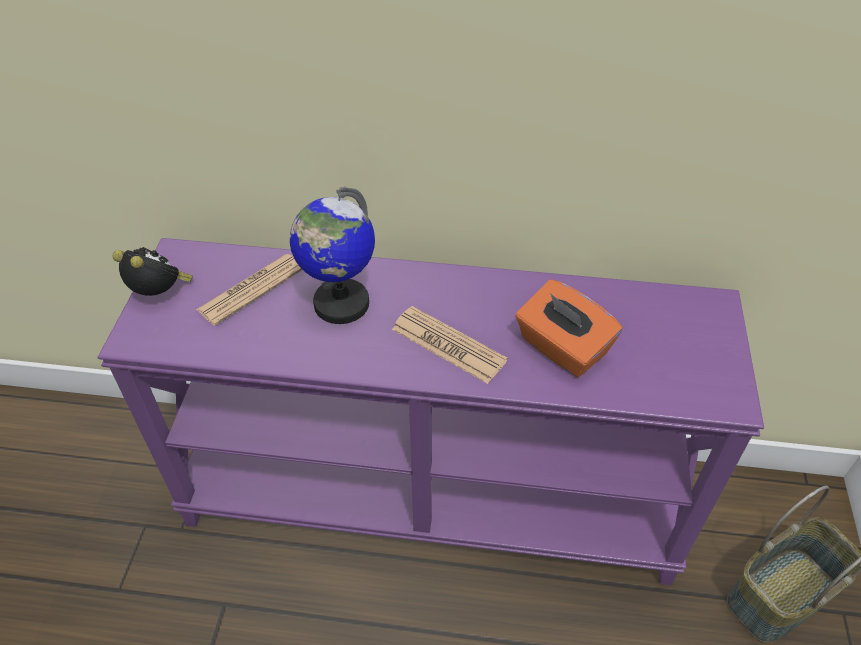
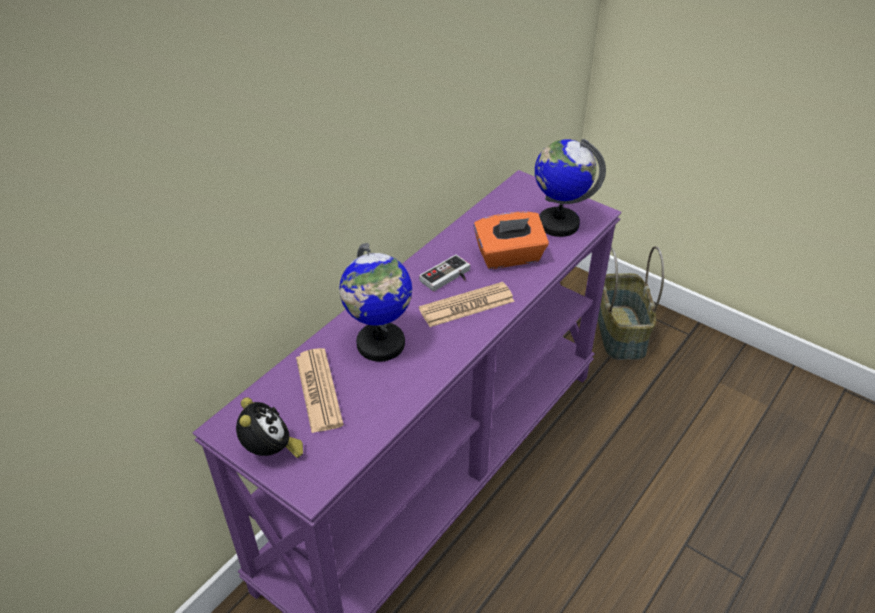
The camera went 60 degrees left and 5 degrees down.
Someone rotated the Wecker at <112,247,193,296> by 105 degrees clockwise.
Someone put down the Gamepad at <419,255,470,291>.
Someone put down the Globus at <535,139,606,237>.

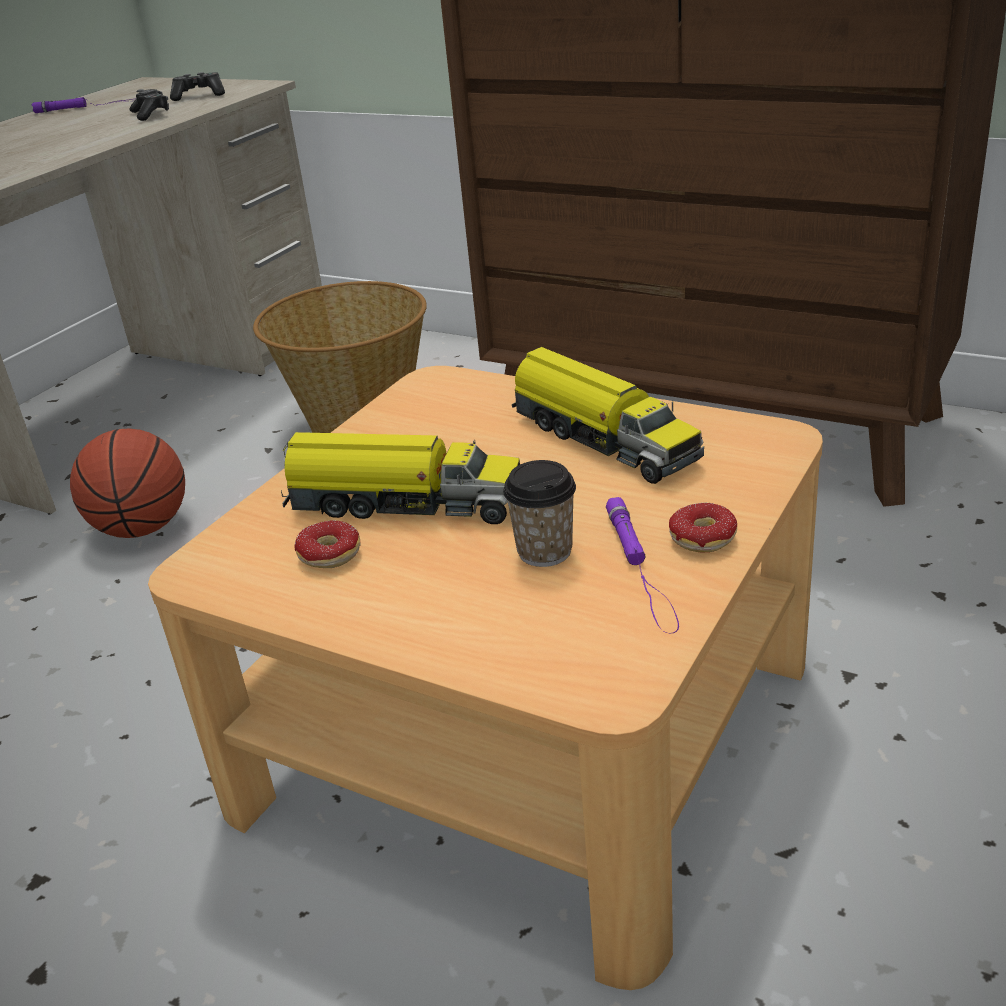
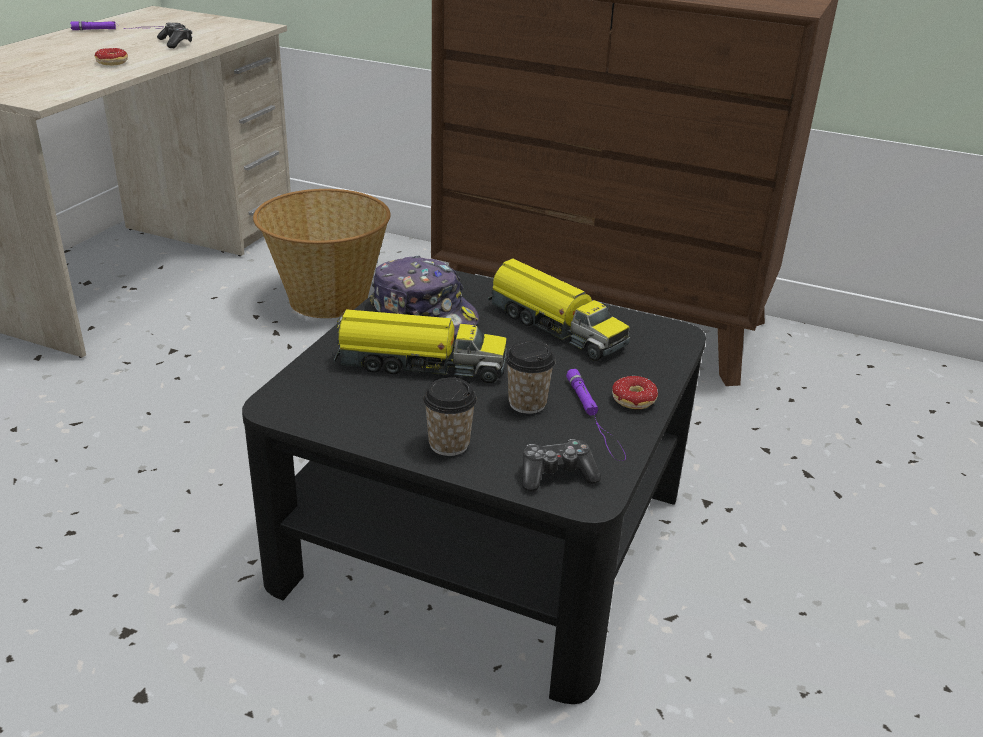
The camera went 10 degrees left and 0 degrees up.
Someone carried the Donut from <295,520,360,572> to <95,48,128,66>.
Someone repainted the Couchtisch (beige) at <148,366,823,990>, which became the Couchtisch (schwarz) at <242,270,706,704>.
Someone put down the Kappe at <369,256,479,336>.
Someone put down the Tasse at <423,377,477,456>.
Someone carried the Gamepad from <170,72,225,101> to <522,439,601,492>.
Someone took away the Basketball at <70,429,185,538>.

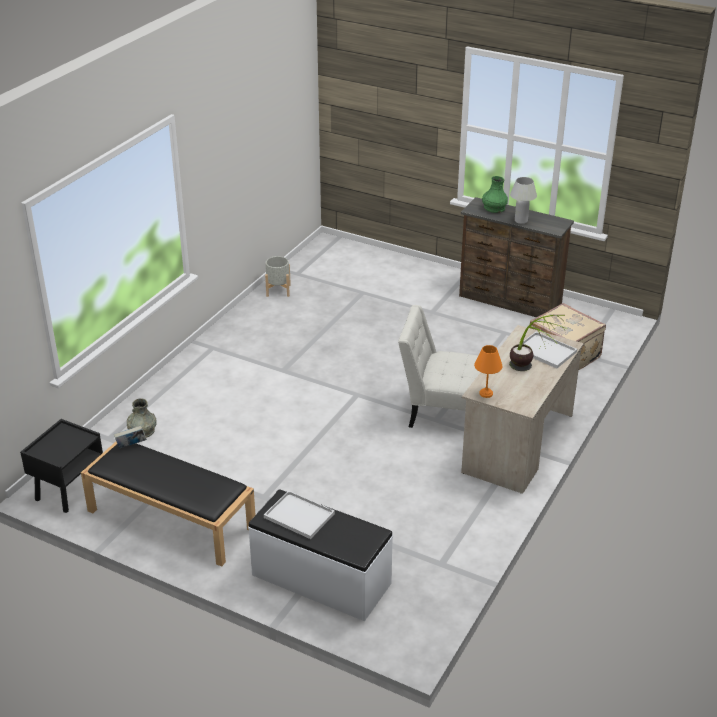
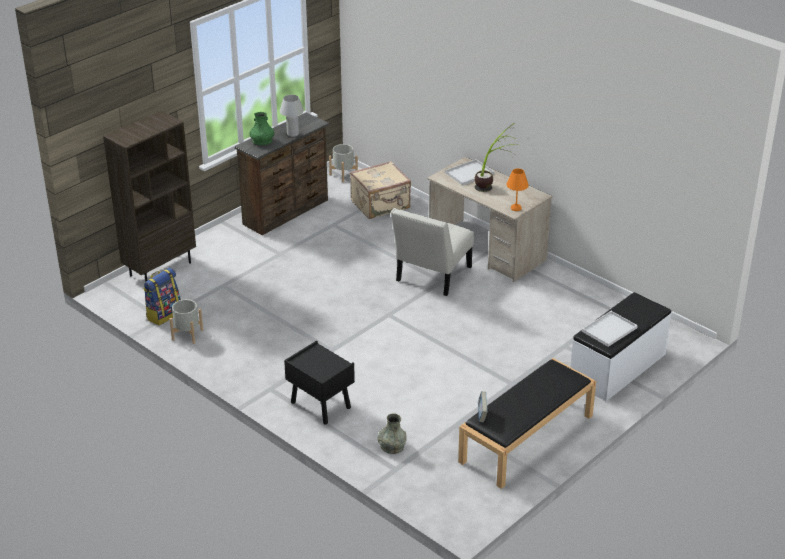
The camera went 75 degrees left and 0 degrees up.
Someone put down the Bücherregal (braun) at <103,111,196,282>.
Someone put down the Rucksack at <143,268,181,325>.
Someone carried the Nachttisch (schwarz) from <20,419,103,513> to <284,341,355,425>.
Someone put down the Pflanzkübel (grau) at <329,144,358,182>.

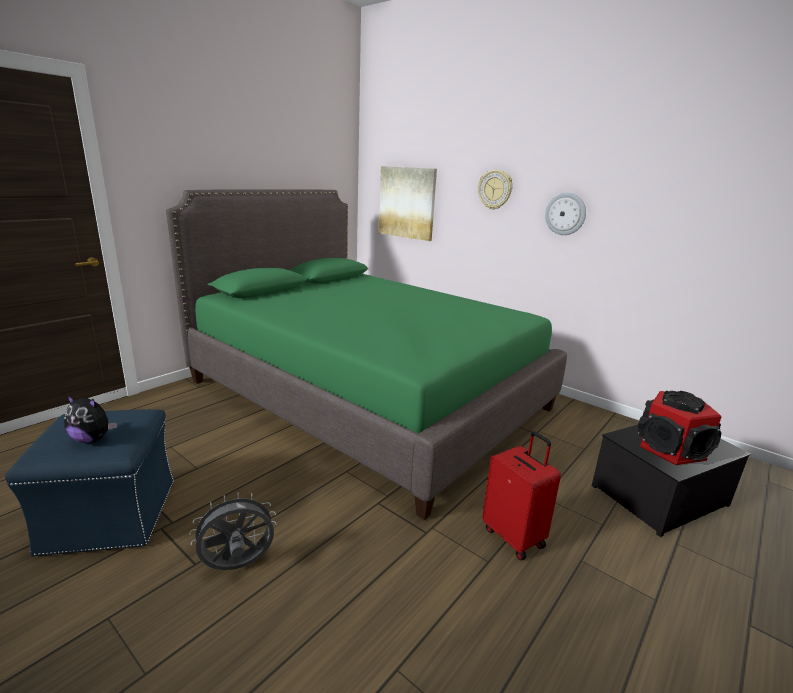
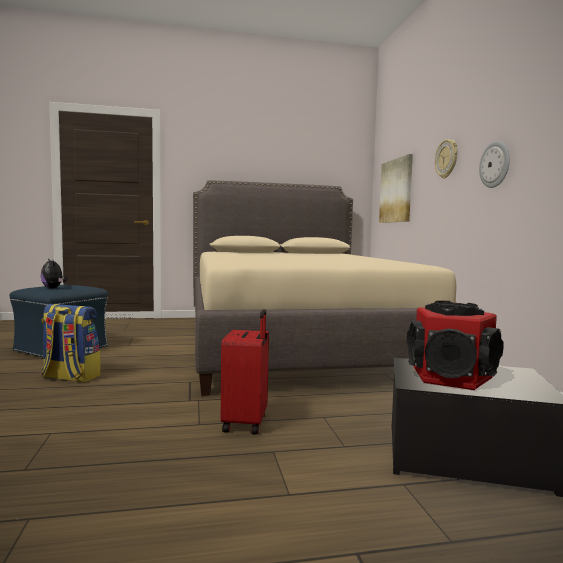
The camera went 40 degrees right and 15 degrees down.
Someone swapped the Ventilator (grau) at <189,492,276,570> for the Rucksack at <41,304,101,382>.
Someone repainted the Bett (grün) at <166,189,567,520>, which became the Bett (beige) at <193,180,456,396>.

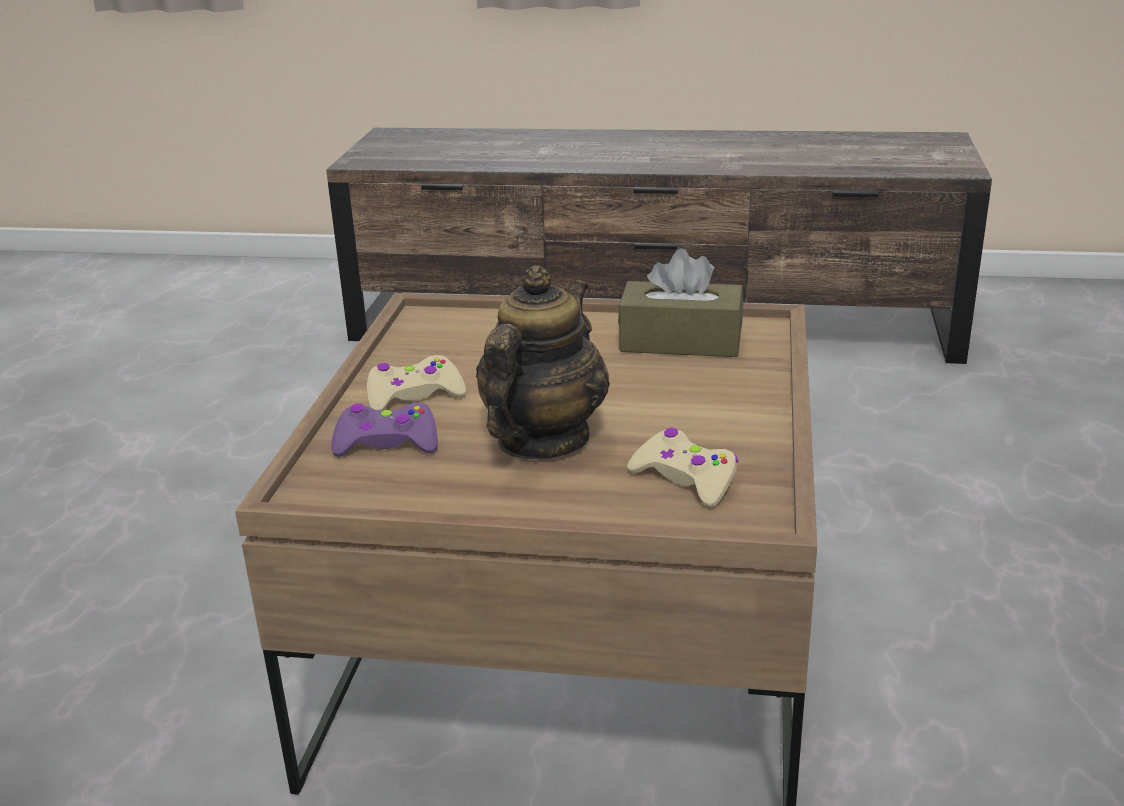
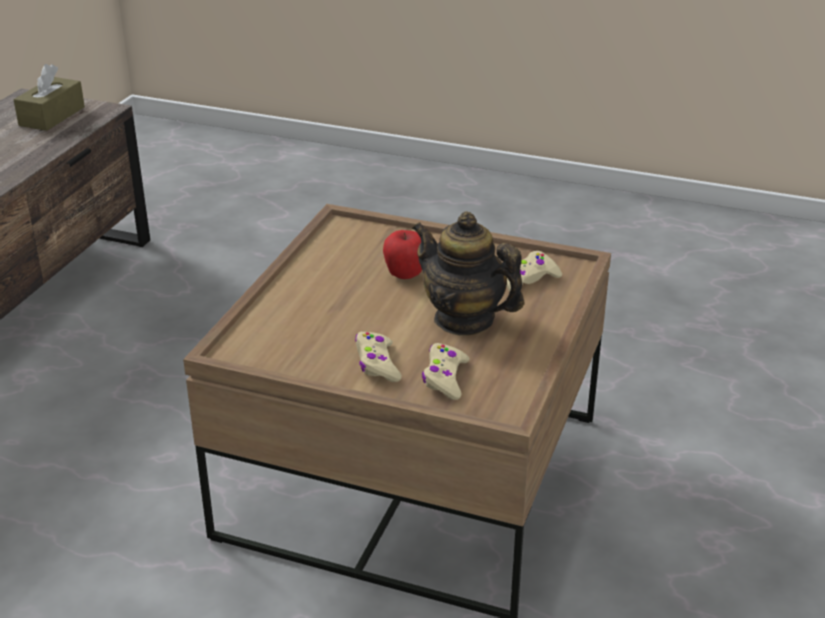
The camera went 80 degrees left and 5 degrees up.
Someone carried the Taschentuchbox (braun) from <618,248,743,357> to <13,64,85,131>.
Someone put down the Apfel at <383,230,422,279>.
Someone repainted the Gamepad (lila) at <331,403,438,457>, which became the Gamepad (beige) at <422,343,469,400>.

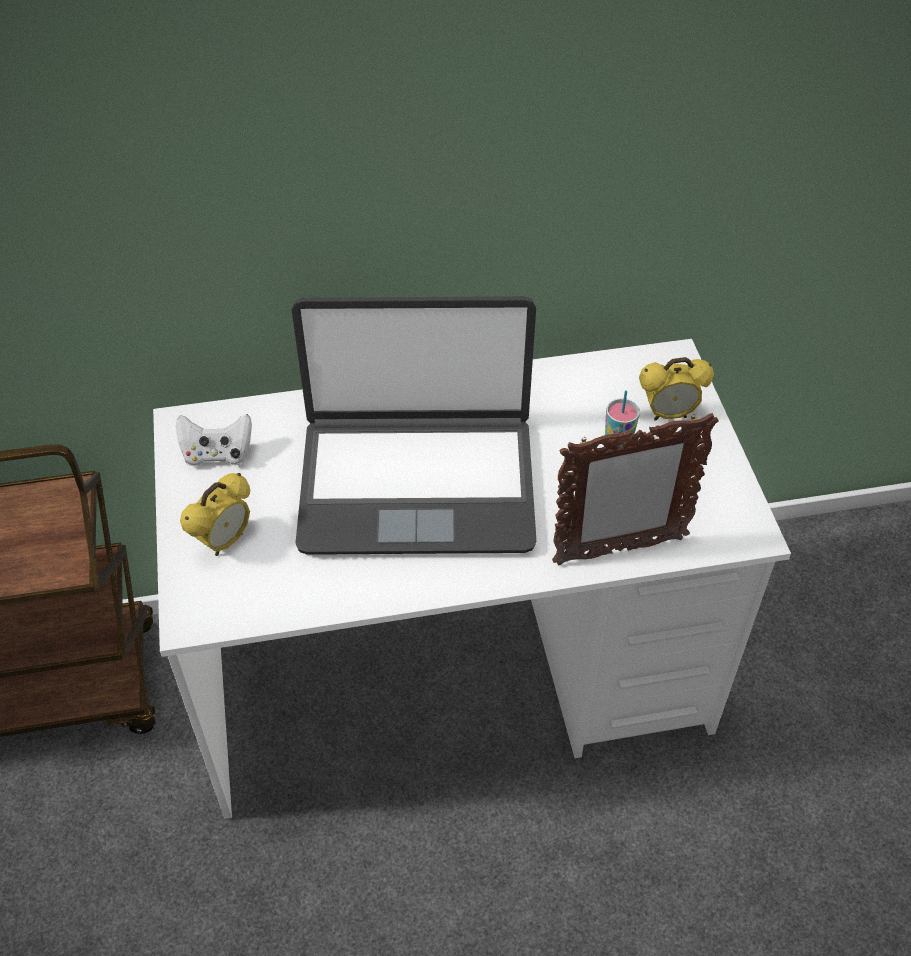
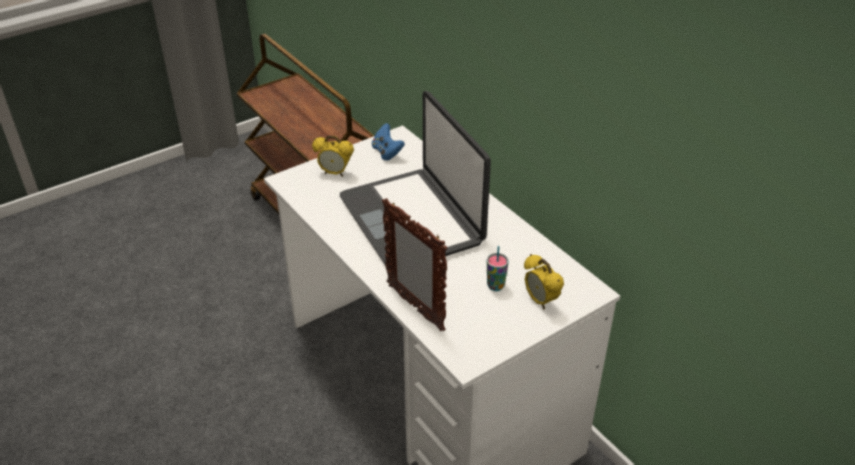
The camera went 65 degrees right and 10 degrees down.
Someone repainted the Gamepad (weiß) at <176,414,252,466>, which became the Gamepad (blau) at <372,123,405,161>.

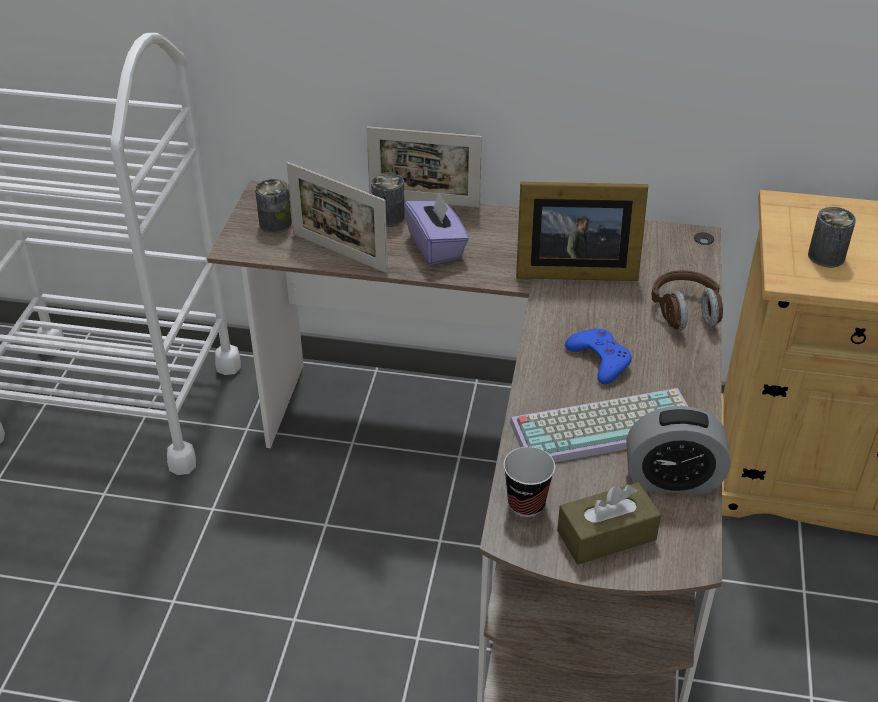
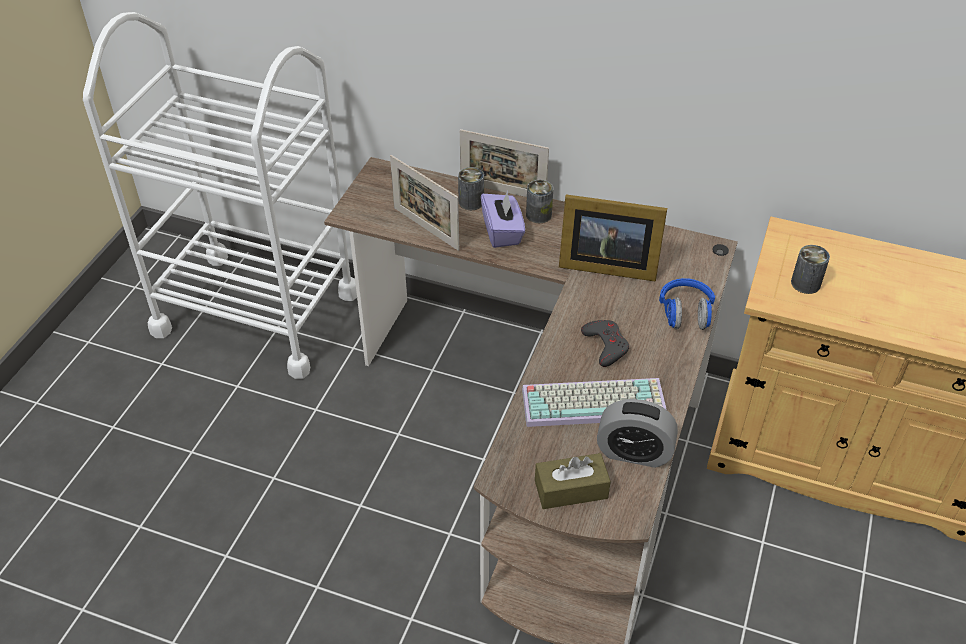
The camera went 10 degrees right and 5 degrees up.
Someone carried the Dose from <255,179,292,233> to <526,180,554,223>.
Someone repainted the Gamepad (blau) at <565,329,632,384>, which became the Gamepad (grau) at <581,320,629,367>.
Someone repainted the Kopfhörer (braun) at <652,270,723,331>, which became the Kopfhörer (blau) at <659,278,715,330>.
Someone took away the Tasse at <503,447,555,517>.

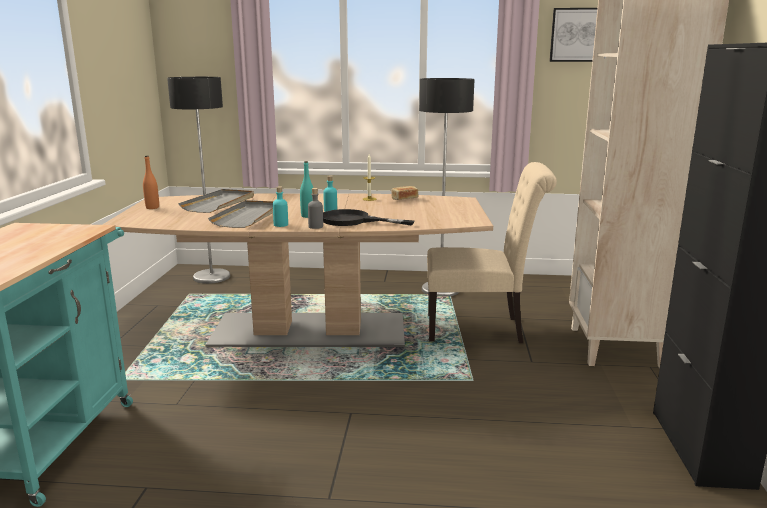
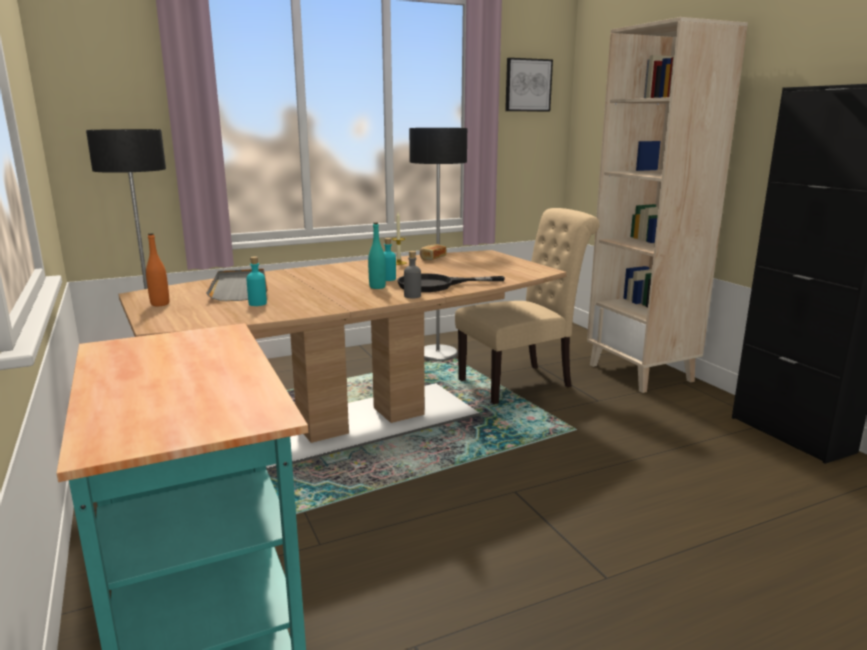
The camera went 30 degrees left and 0 degrees up.
Someone carried the Flasche (türkis) from <273,186,288,227> to <246,257,267,306>.
Someone took away the Tablett (grau) at <208,200,274,228>.

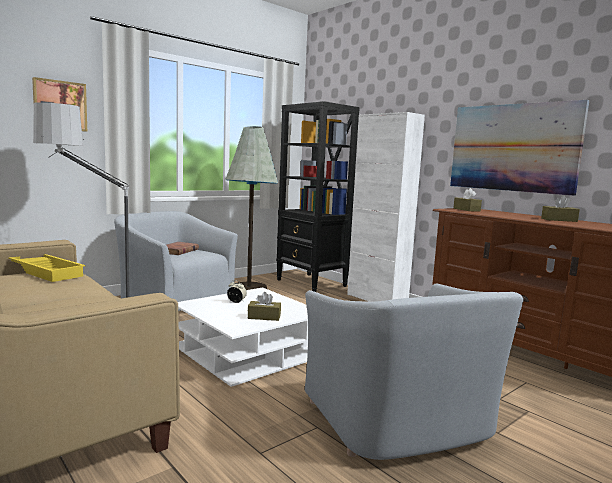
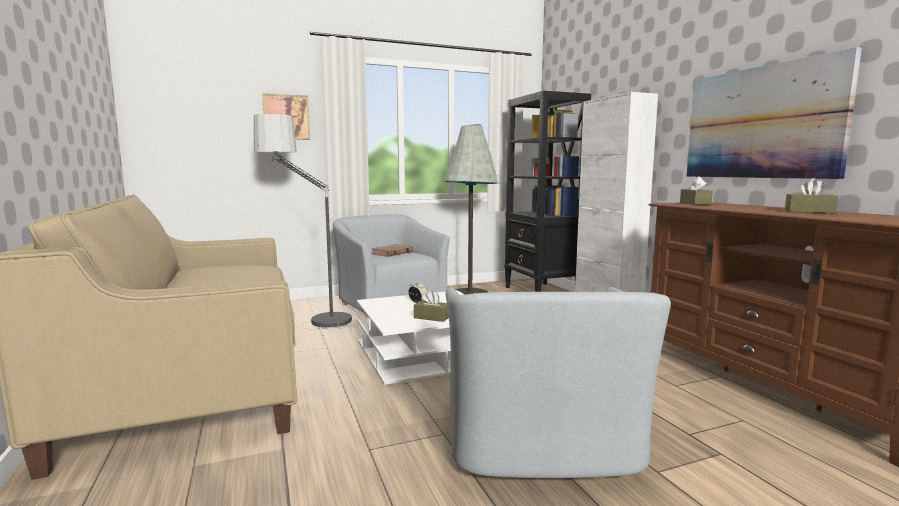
The camera went 20 degrees right and 0 degrees up.
Someone took away the Tablett (gelb) at <8,254,86,282>.

